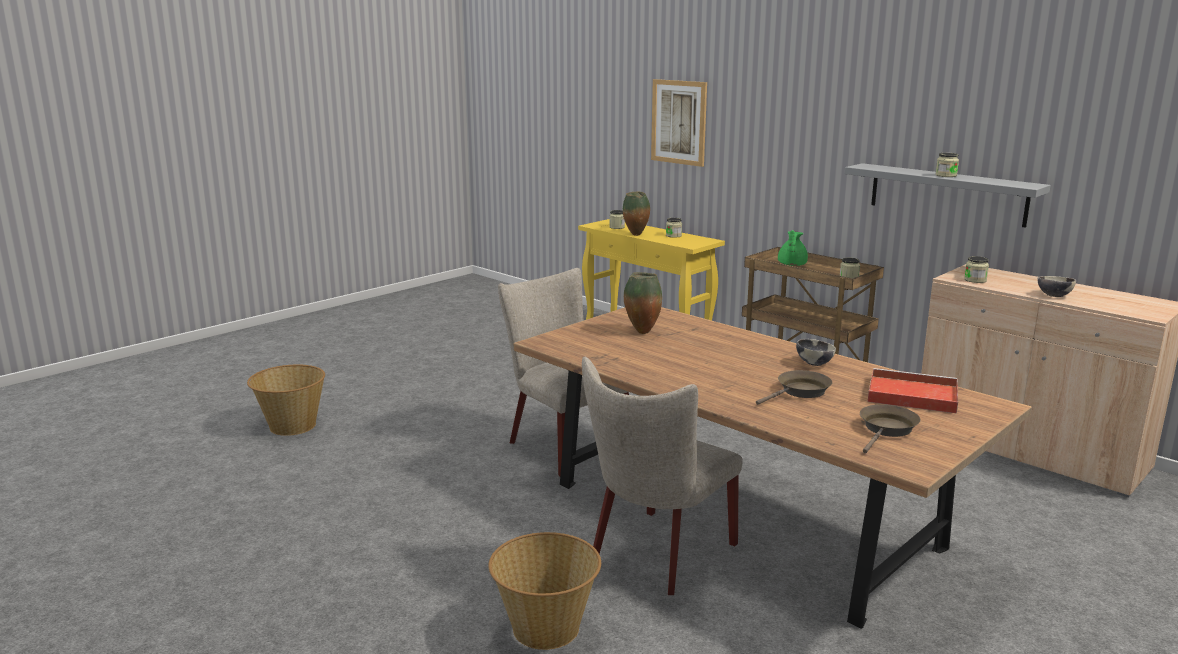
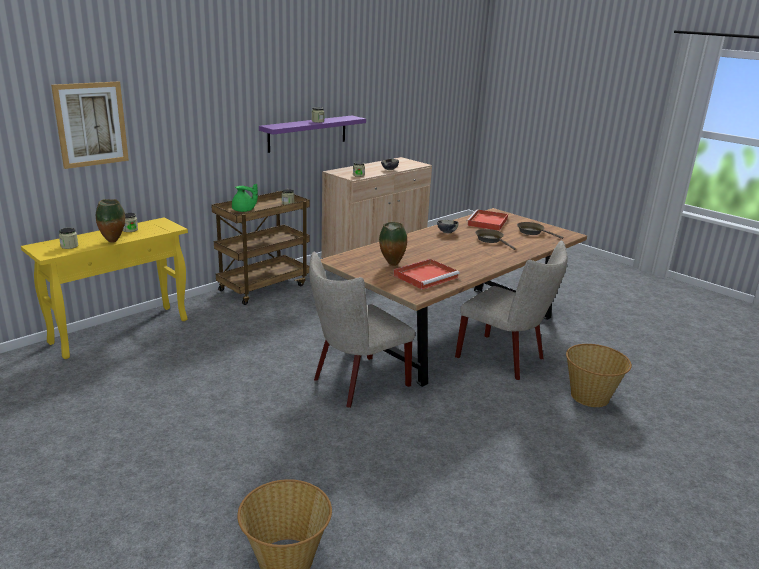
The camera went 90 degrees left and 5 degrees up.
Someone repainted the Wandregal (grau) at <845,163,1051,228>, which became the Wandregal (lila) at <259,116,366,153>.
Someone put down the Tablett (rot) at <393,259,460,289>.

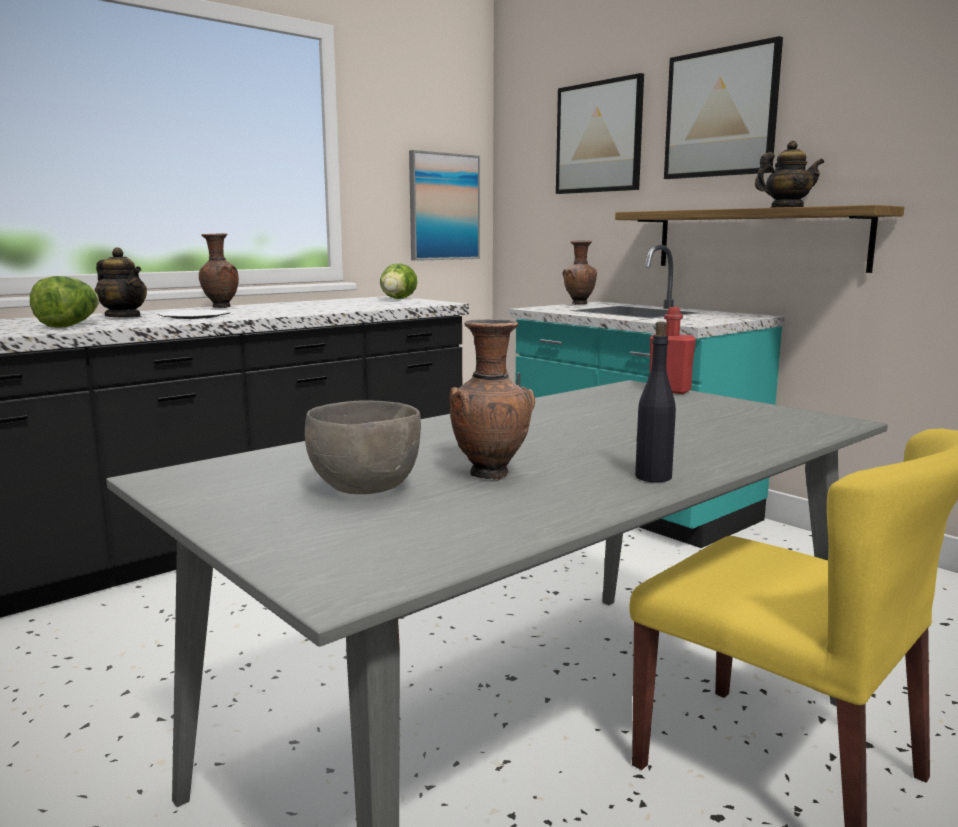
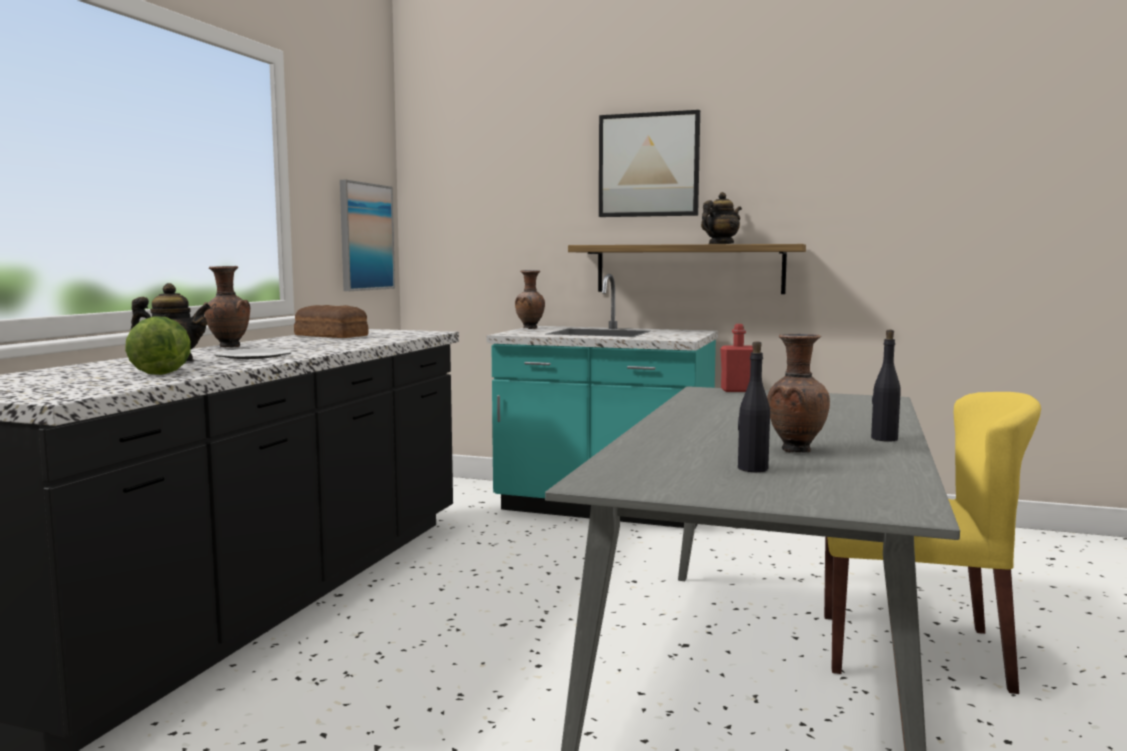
The camera went 30 degrees left and 5 degrees down.
Someone put down the Brot at <294,305,369,338>.
Someone swapped the Schüssel (grau) at <305,400,421,494> for the Flasche (schwarz) at <738,342,770,472>.
Someone took away the Salatkopf at <380,263,418,299>.
Someone took away the Bild at <556,73,644,194>.

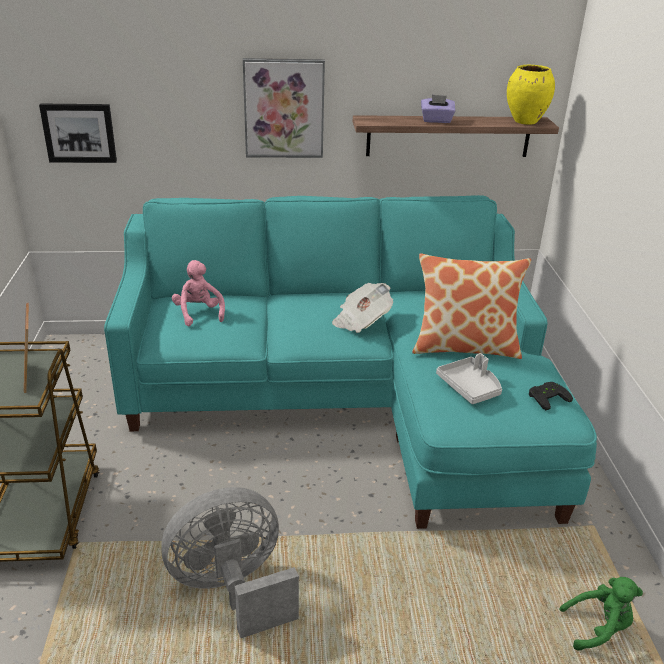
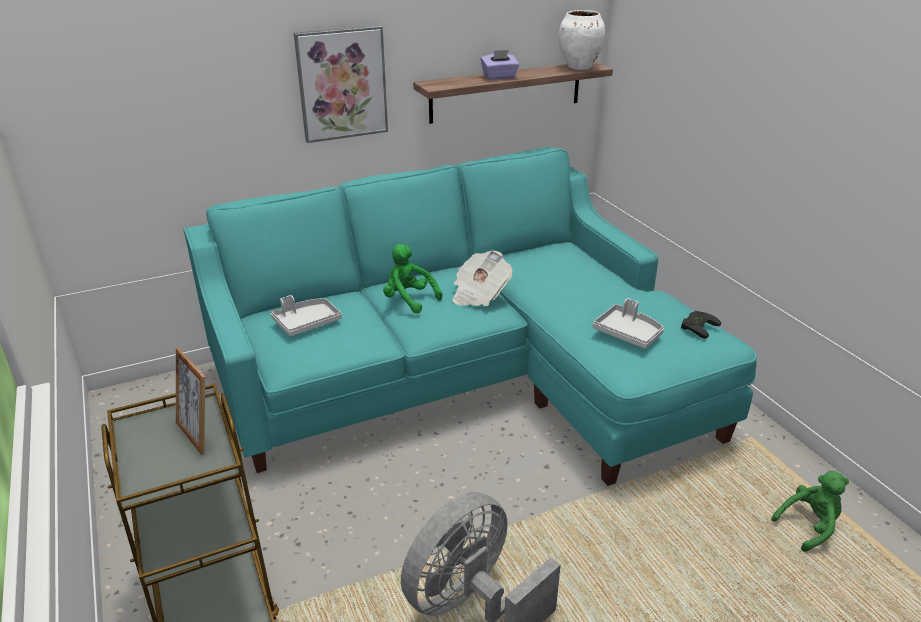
The camera went 20 degrees left and 0 degrees up.
Someone swapped the Plüschtier (rosa) at <172,260,225,326> for the Tablett (grau) at <271,295,342,336>.
Someone put down the Plüschtier (grün) at <383,244,442,313>.
Someone repainted the Vase (gelb) at <507,65,555,125>, which became the Vase (weiß) at <558,10,605,70>.
Someone took away the Bild at <39,104,117,163>.
Someone took away the Kissen at <412,253,531,359>.

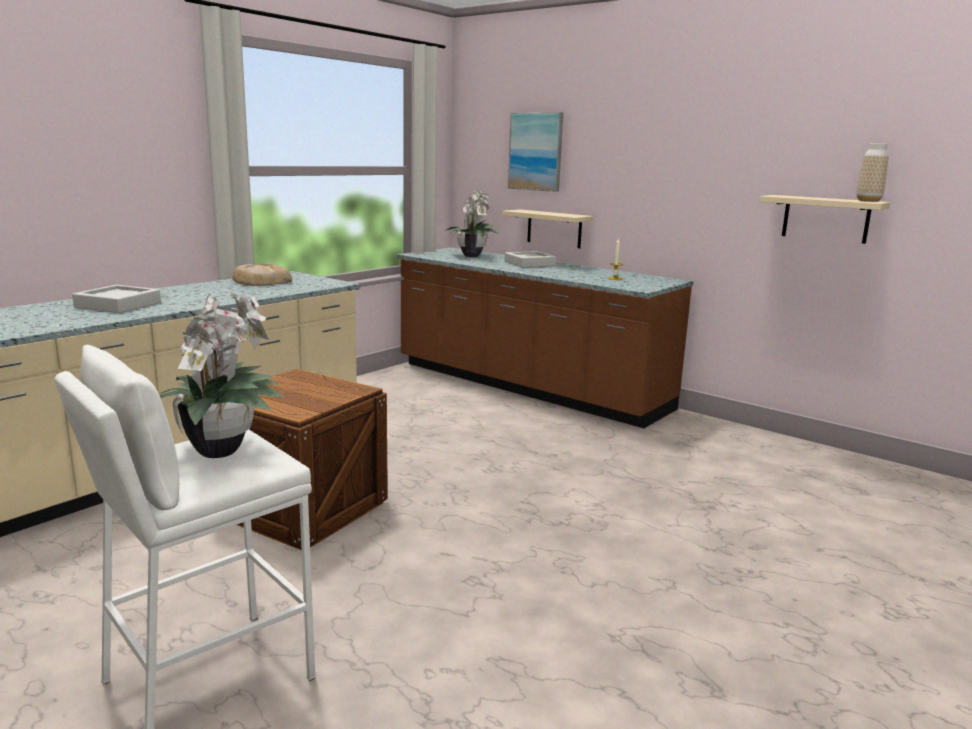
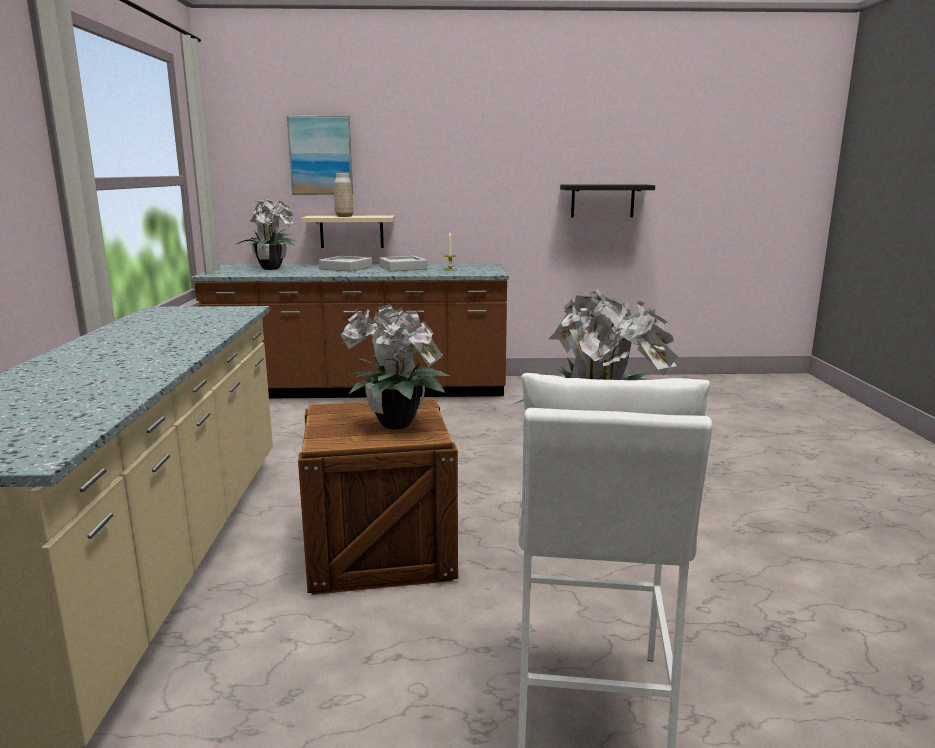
The camera went 40 degrees left and 0 degrees up.
Someone carried the Vase from <857,143,889,202> to <334,173,354,217>.
Someone put down the Topfpflanze at <340,304,450,430>.
Someone carried the Tablett (grau) from <72,285,161,313> to <380,256,427,272>.
Someone repainted the Wandregal (beige) at <759,195,890,244>, which became the Wandregal (schwarz) at <560,185,655,217>.
Someone took away the Brot at <232,263,292,286>.

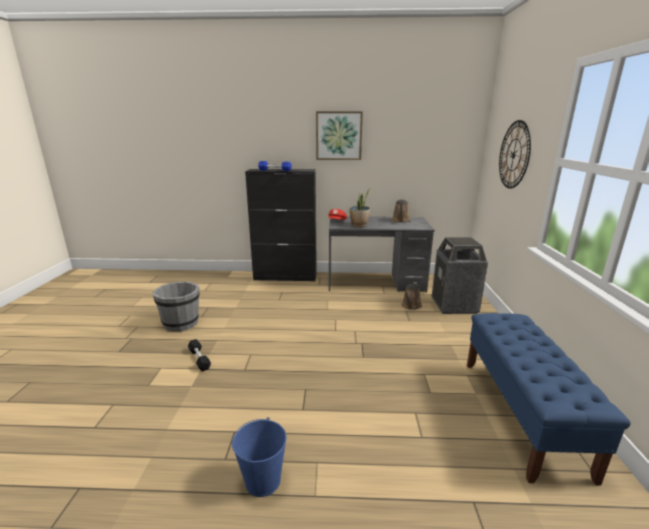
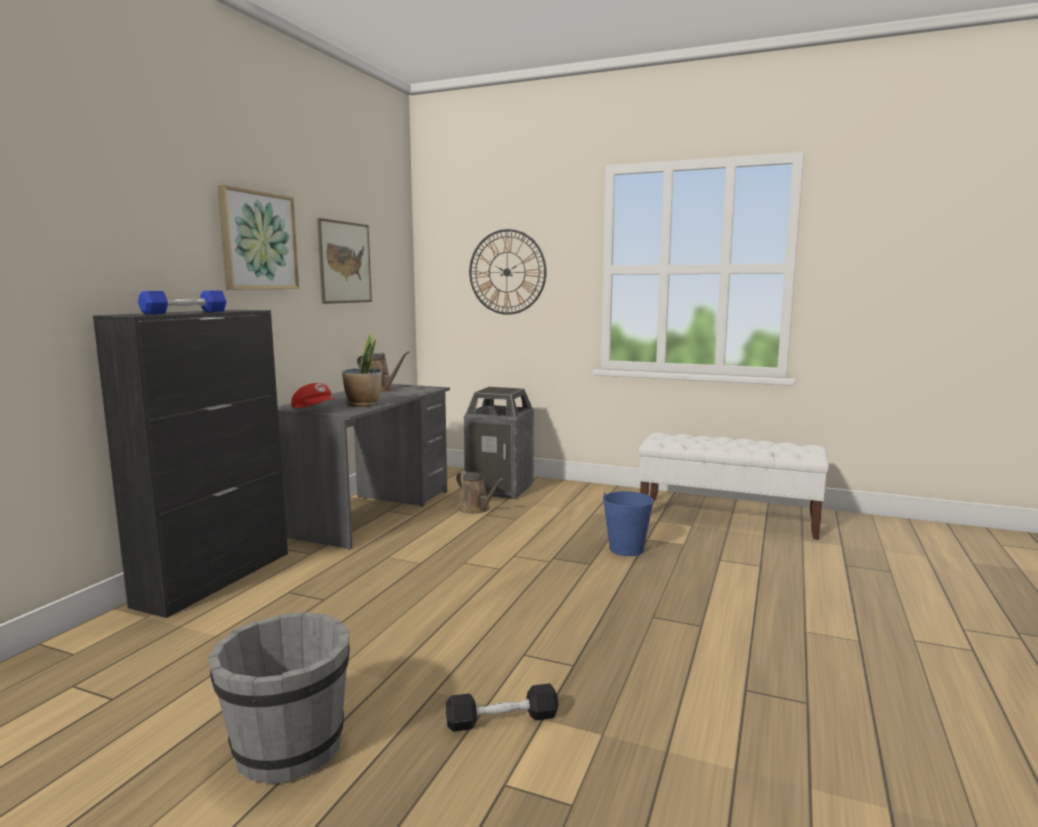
The camera went 70 degrees left and 10 degrees down.
Someone put up the Bild at <317,218,372,304>.
Someone carried the Eimer (blau) from <232,417,286,497> to <603,491,654,556>.
Someone repainted the Bank (blau) at <467,313,631,485>, which became the Bank (weiß) at <638,433,829,540>.

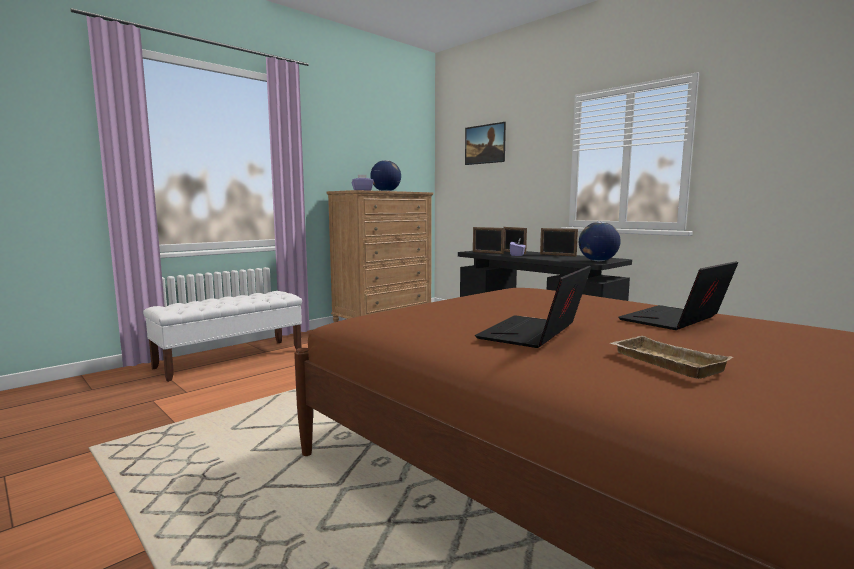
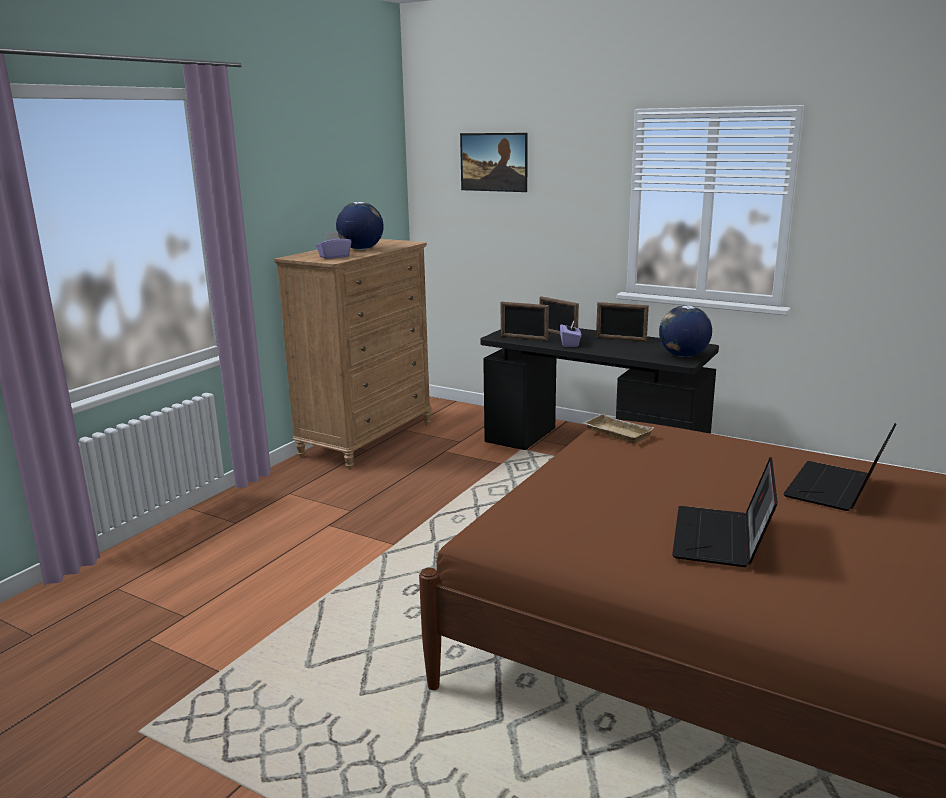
The camera went 15 degrees left and 10 degrees up.
Someone carried the Tablett (beige) from <610,336,733,379> to <583,414,655,444>.
Someone took away the Bank (weiß) at <143,291,302,382>.

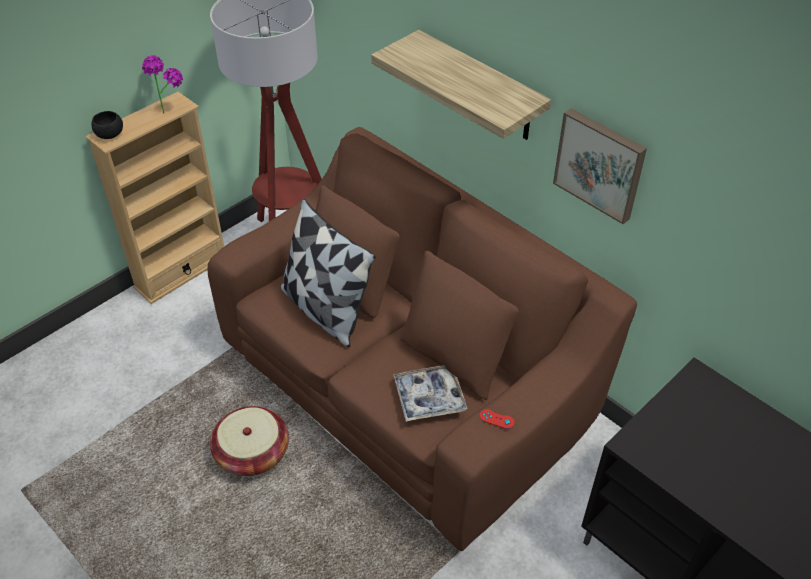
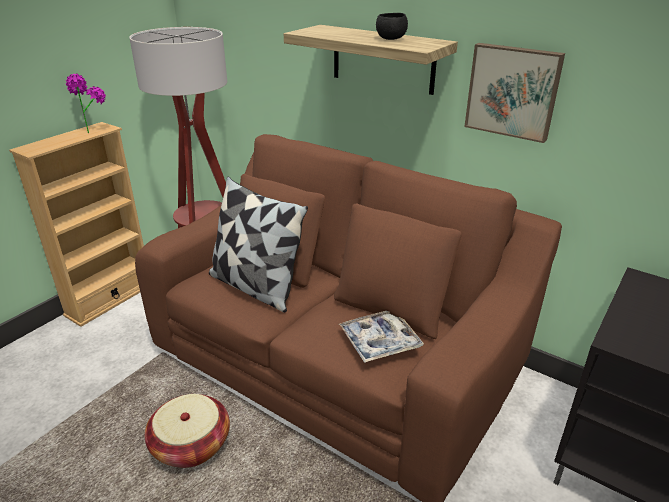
The camera went 10 degrees left and 15 degrees down.
Someone carried the Schüssel (schwarz) from <92,111,123,139> to <376,13,408,40>.
Someone took away the Gamepad (rot) at <480,409,514,429>.

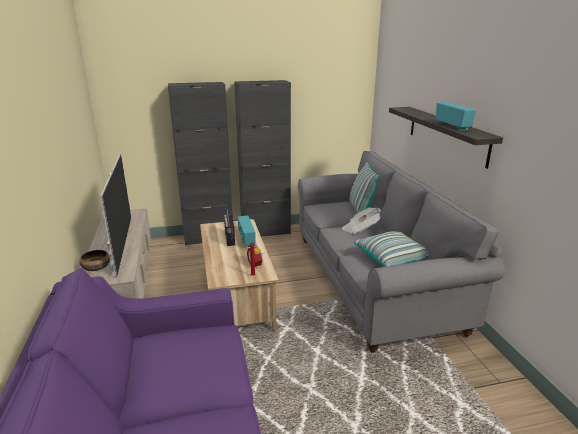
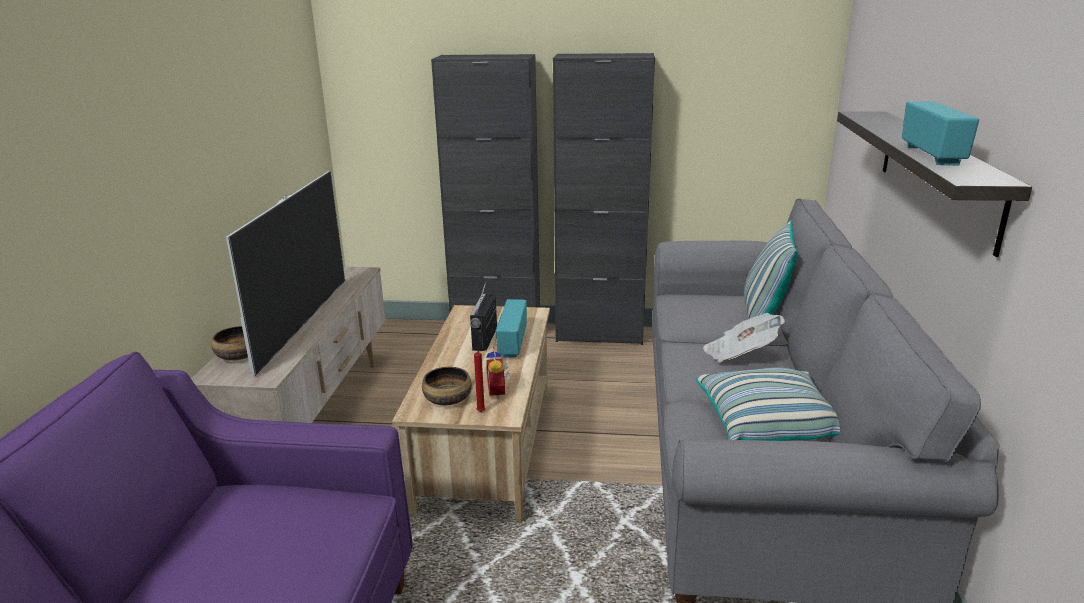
The camera went 20 degrees right and 0 degrees up.
Someone put down the Schüssel at <422,367,472,405>.

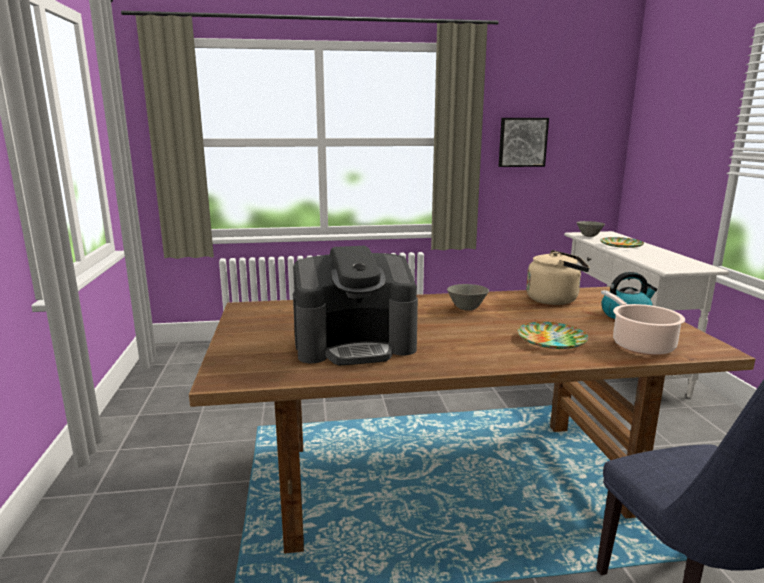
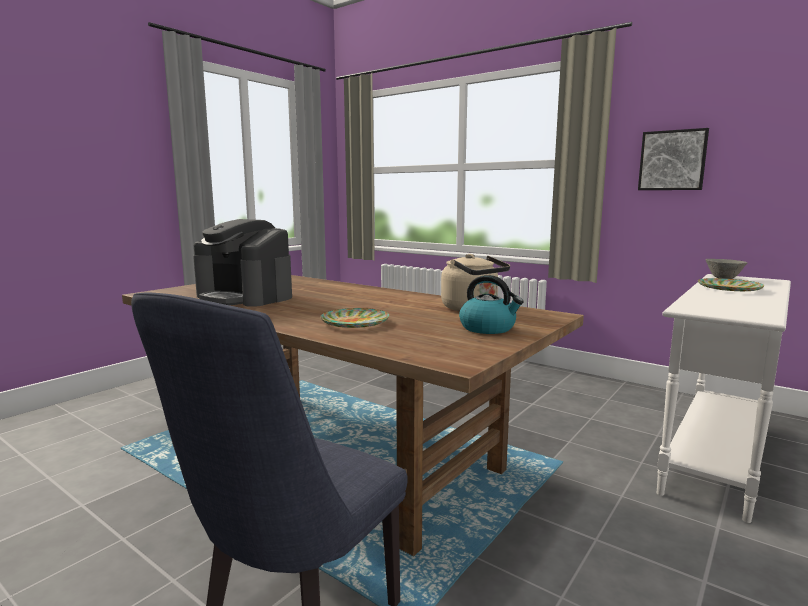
The camera went 45 degrees right and 5 degrees down.
Someone took away the Schüssel (grau) at <447,284,489,311>.
Someone took away the Kochtopf at <601,290,685,355>.

